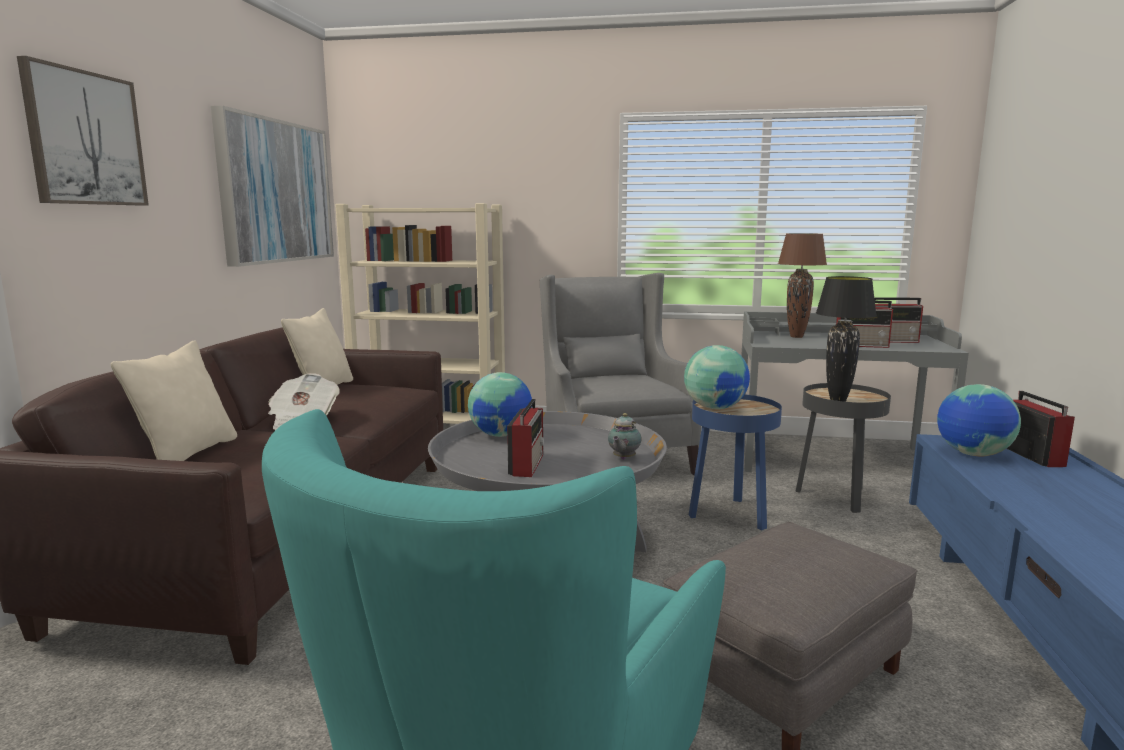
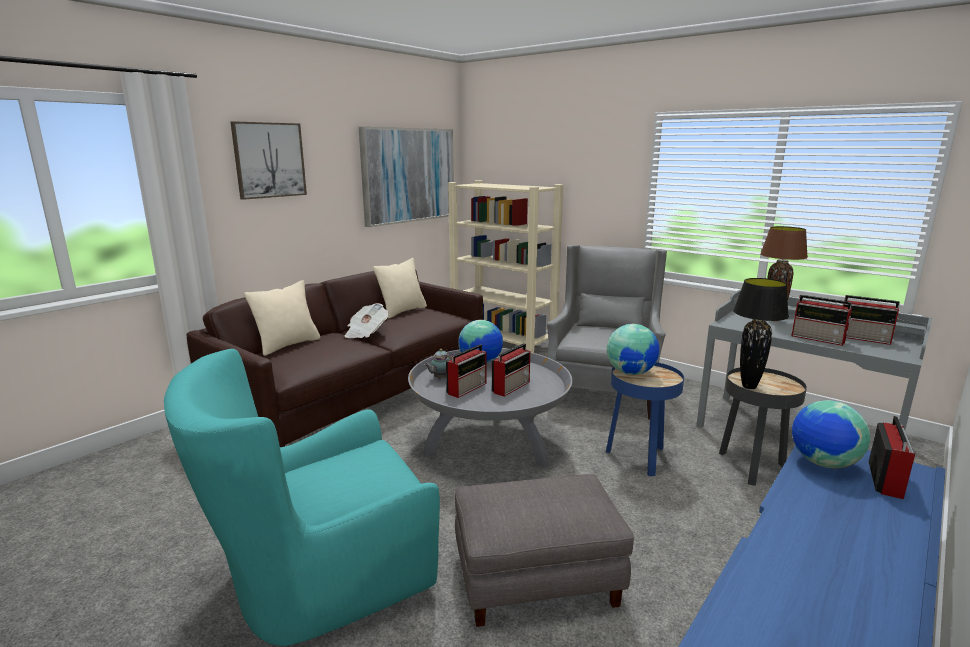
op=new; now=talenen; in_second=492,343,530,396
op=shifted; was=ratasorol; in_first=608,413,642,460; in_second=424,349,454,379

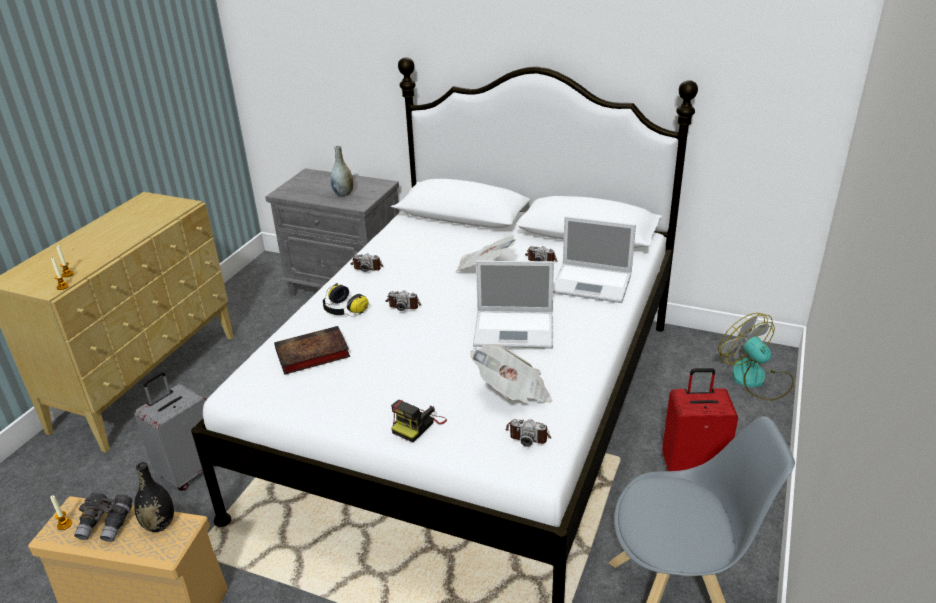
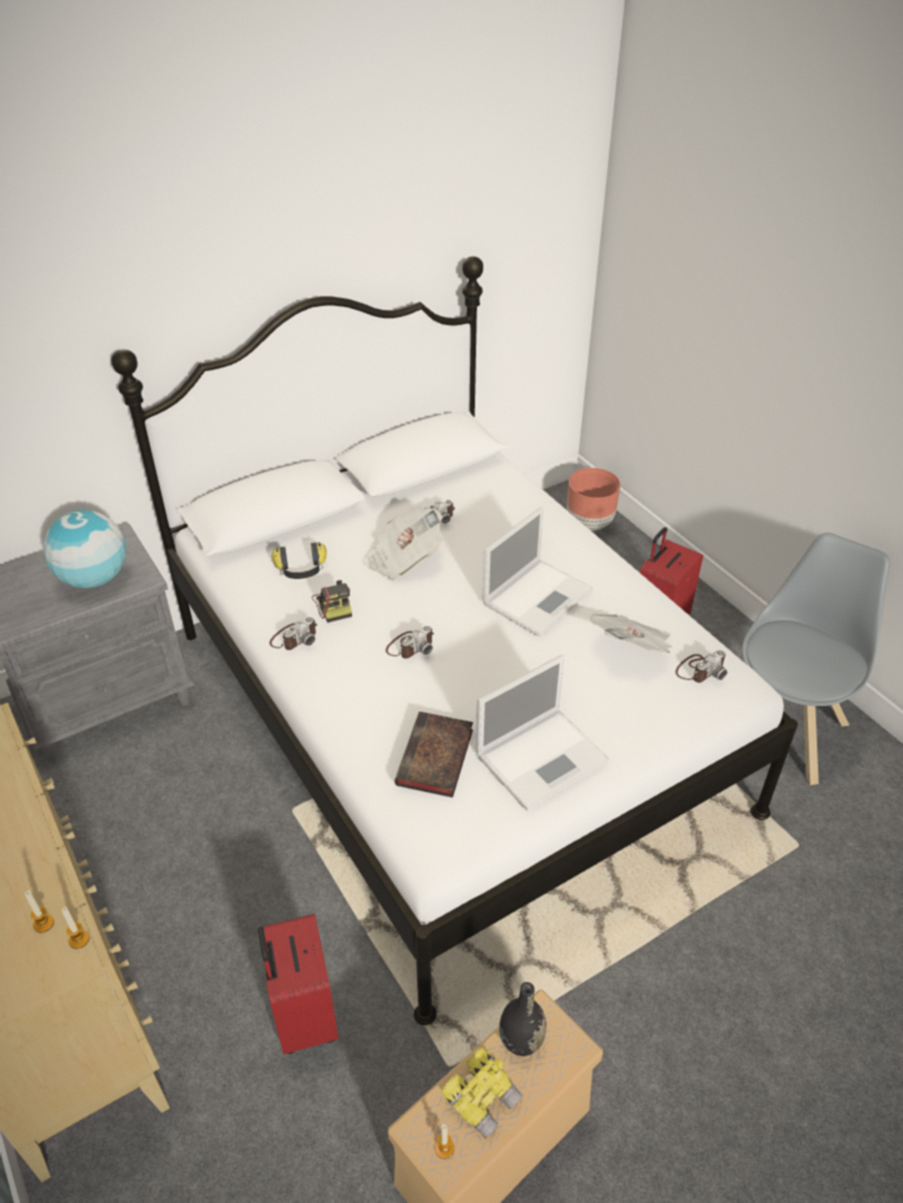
op=shifted; was=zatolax; in_first=323,283,369,317; in_second=272,542,327,579
op=shifted; was=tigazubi; in_first=391,400,447,443; in_second=312,580,352,623
op=shifted; was=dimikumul; in_first=553,216,636,303; in_second=476,655,610,811
op=swapped; was=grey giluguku; now=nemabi; in_first=331,146,353,197; in_second=43,510,126,588
op=swapped; was=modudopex; now=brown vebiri; in_first=718,313,794,401; in_second=567,468,620,531
op=repainted; was=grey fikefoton; now=yellow fikefoton; in_first=74,492,132,542; in_second=441,1047,522,1138
op=repainted; was=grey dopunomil; now=red dopunomil; in_first=134,372,215,491; in_second=258,914,339,1054

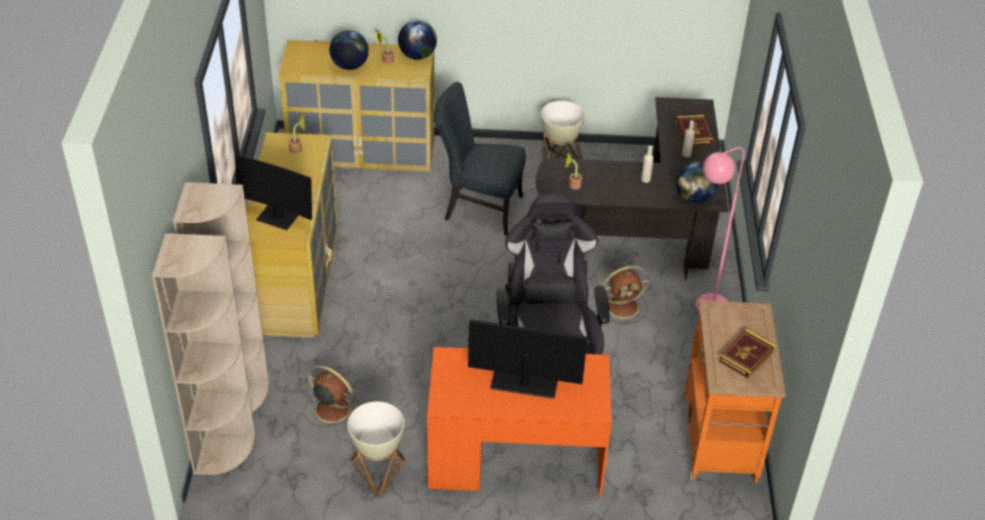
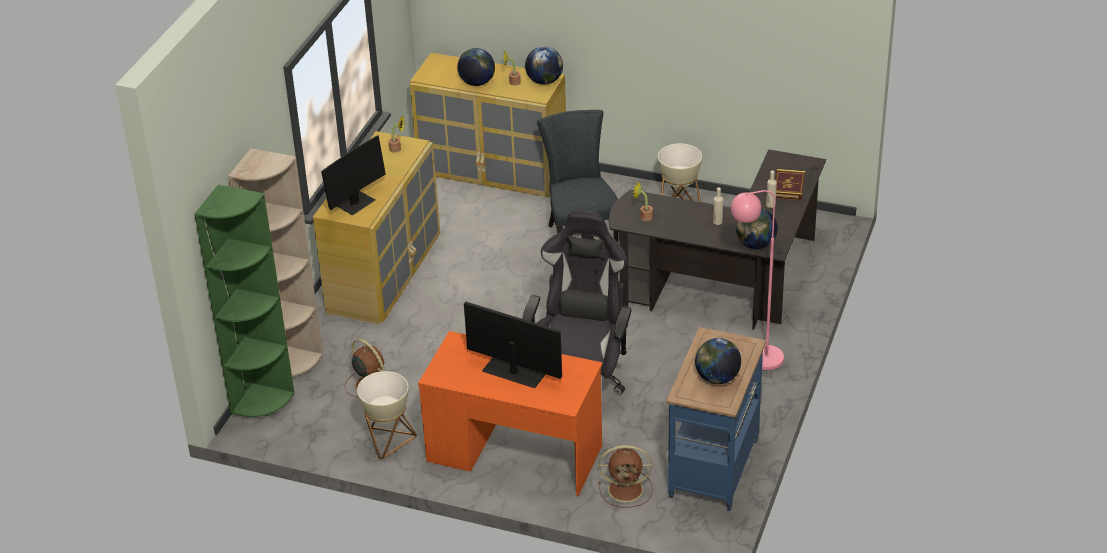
op=shifted; was=brown modudopex; in_first=603,266,649,324; in_second=598,445,653,508
op=swapped; was=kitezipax; now=nemabi; in_first=719,329,776,379; in_second=695,338,741,384
op=repainted; was=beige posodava; now=green posodava; in_first=152,233,255,475; in_second=195,185,294,417
op=repainted; was=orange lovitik; now=blue lovitik; in_first=684,299,786,482; in_second=666,327,766,511
op=rotated; was=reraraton; in_first=235,155,312,230; in_second=321,135,386,215; clockwise=-90
op=rotated; was=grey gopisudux; in_first=434,82,526,236; in_second=537,110,619,243; clockwise=45

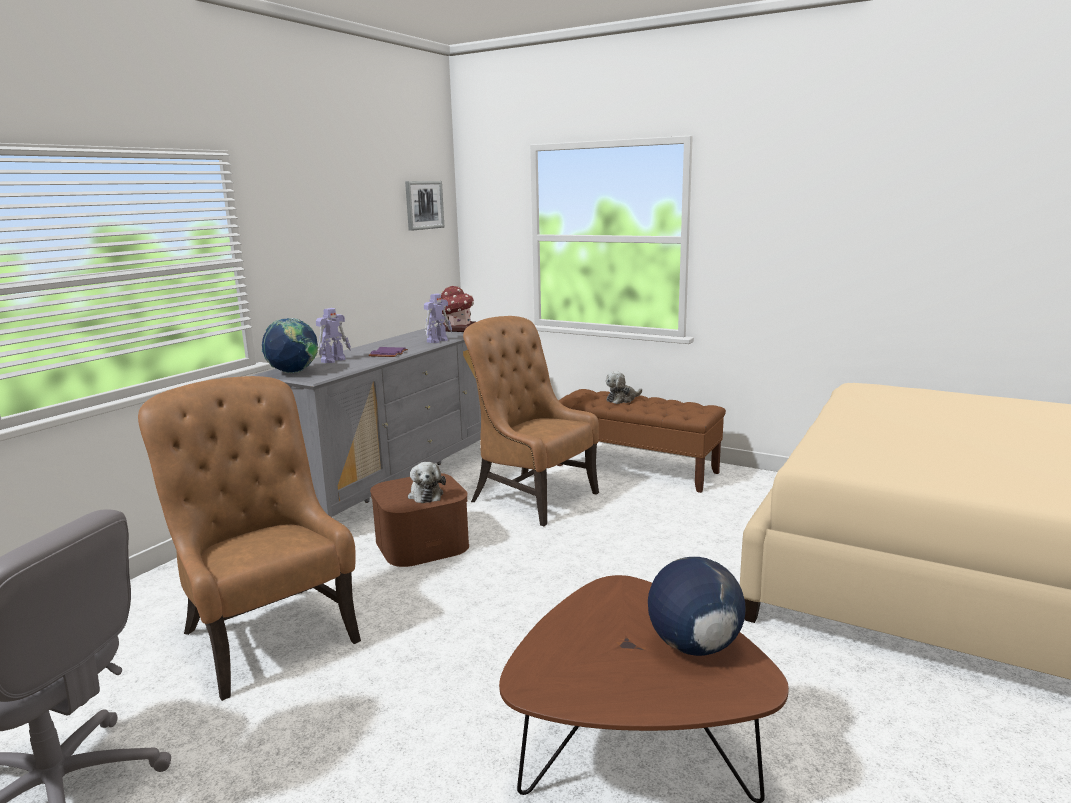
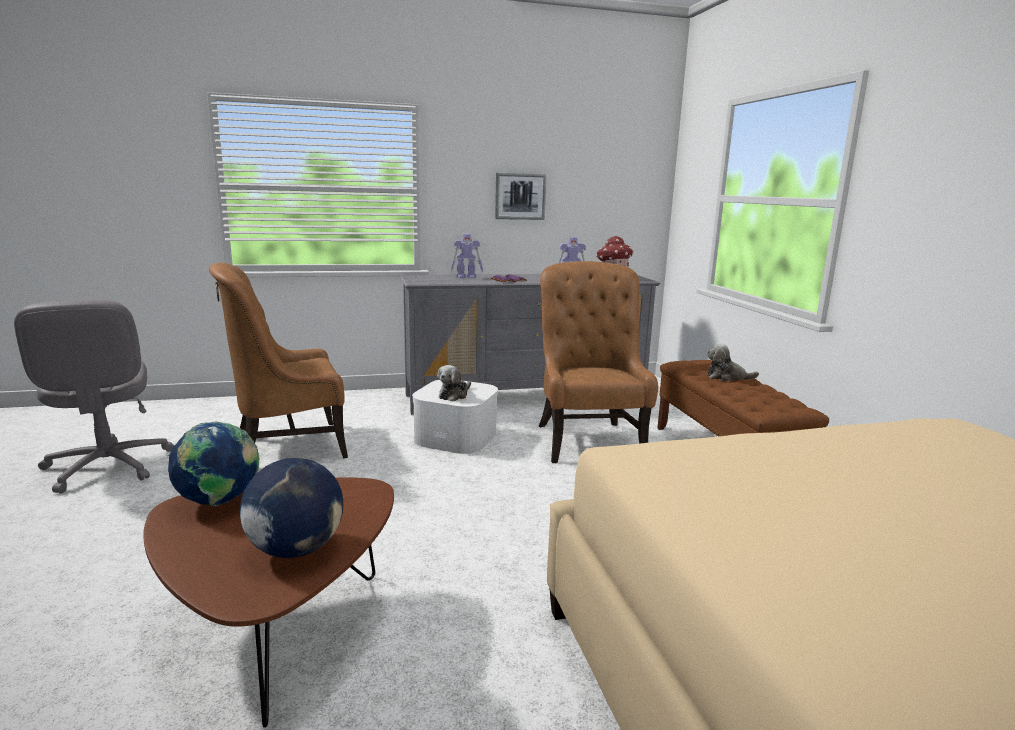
op=shifted; was=nemabi; in_first=261,318,318,374; in_second=167,421,260,506
op=shifted; was=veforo; in_first=405,181,444,231; in_second=495,173,547,220
op=repainted; was=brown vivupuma; now=white vivupuma; in_first=370,473,469,567; in_second=412,380,498,454
op=rotated; was=brown gopisudux; in_first=138,376,361,701; in_second=209,262,348,458; clockwise=-120

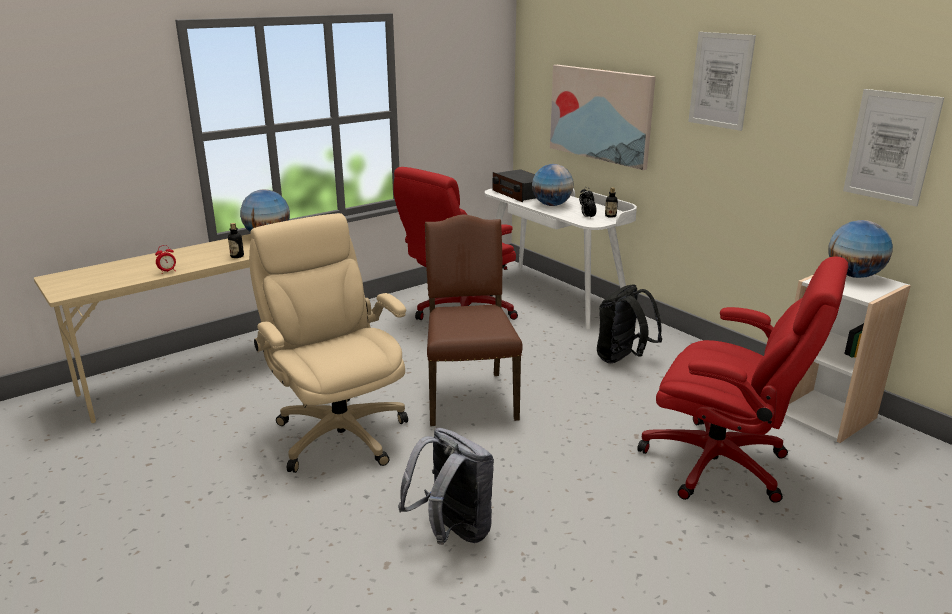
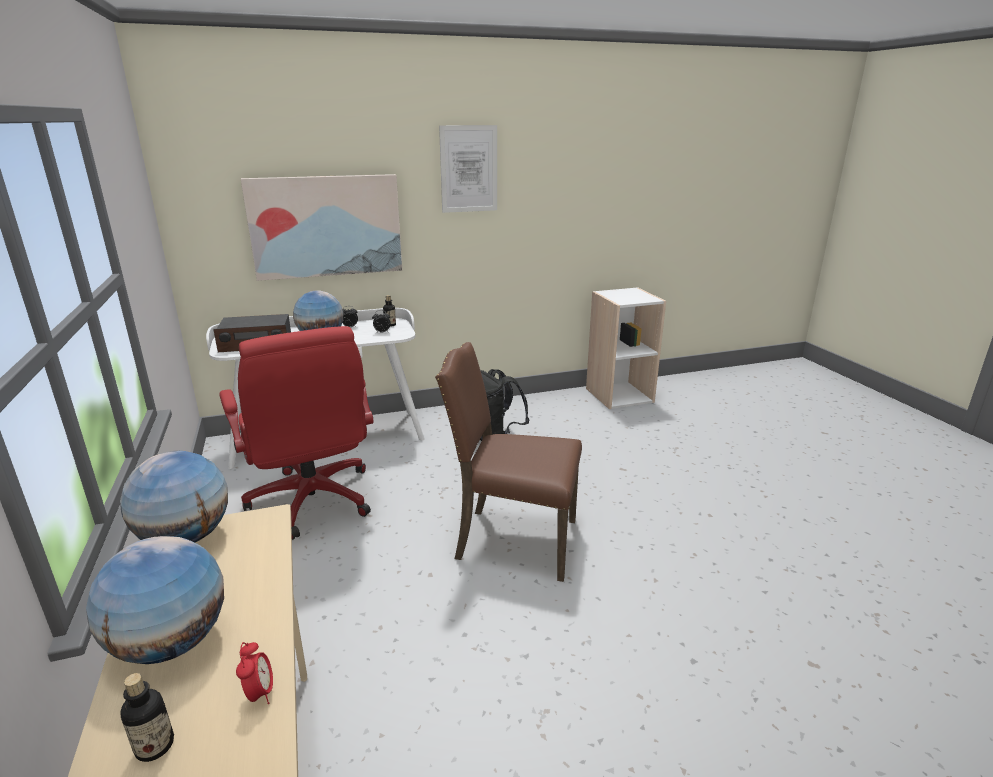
op=gone; was=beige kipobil; in_first=249,213,408,473
op=gone; was=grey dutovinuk; in_first=398,428,494,545
op=gone; was=red kipobil; in_first=637,257,848,503
op=gone; was=veforo; in_first=843,89,944,207
op=shifted; was=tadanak; in_first=228,223,244,258; in_second=121,673,174,762
op=shifted; was=nemabi; in_first=828,220,893,278; in_second=86,536,224,664

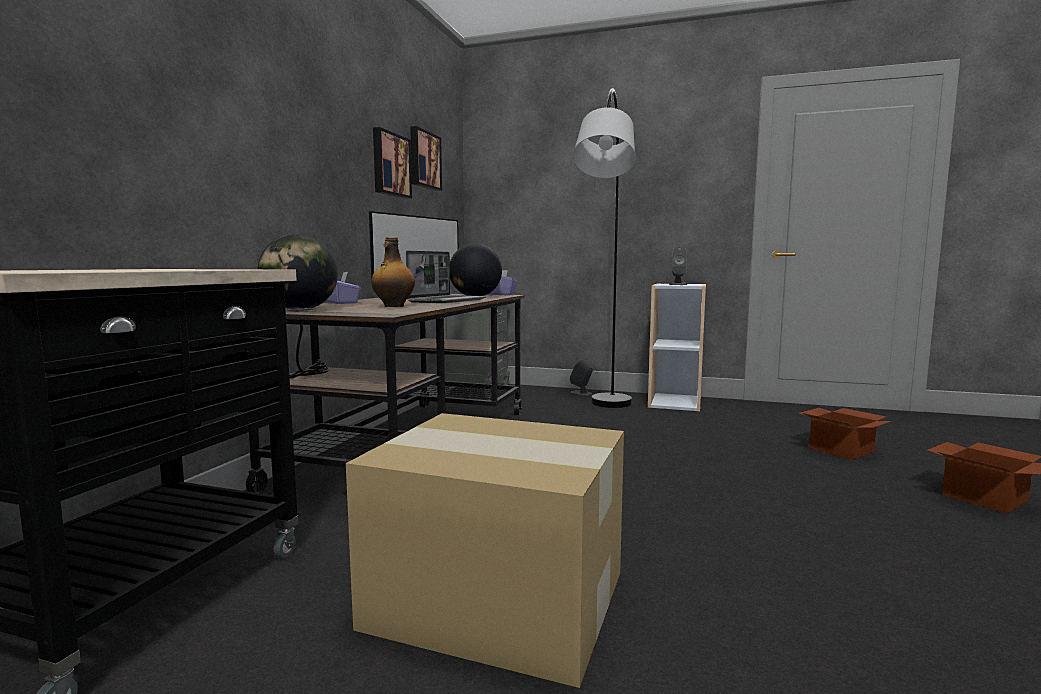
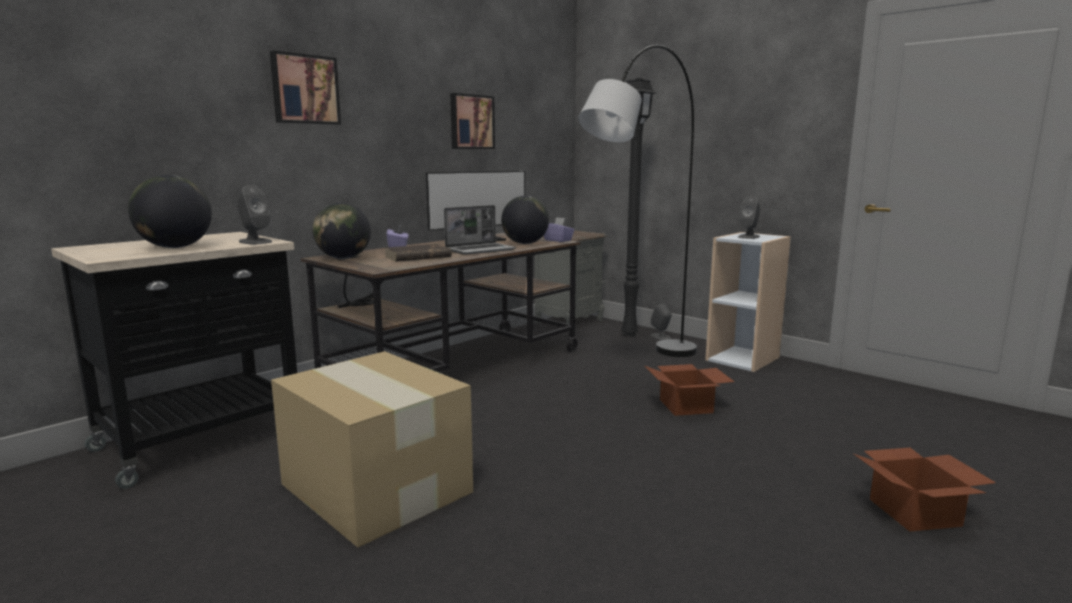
op=new; now=nemabi; in_second=128,175,212,248
op=new; now=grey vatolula; in_second=236,185,272,244
op=new; now=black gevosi; in_second=621,78,656,337
op=shifted; was=veforo; in_first=410,126,442,191; in_second=270,50,341,125
op=shifted; was=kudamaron; in_first=799,408,892,460; in_second=645,364,735,416
op=swapped; was=tadanak; now=brown kitezipax; in_first=371,237,415,307; in_second=384,244,452,262

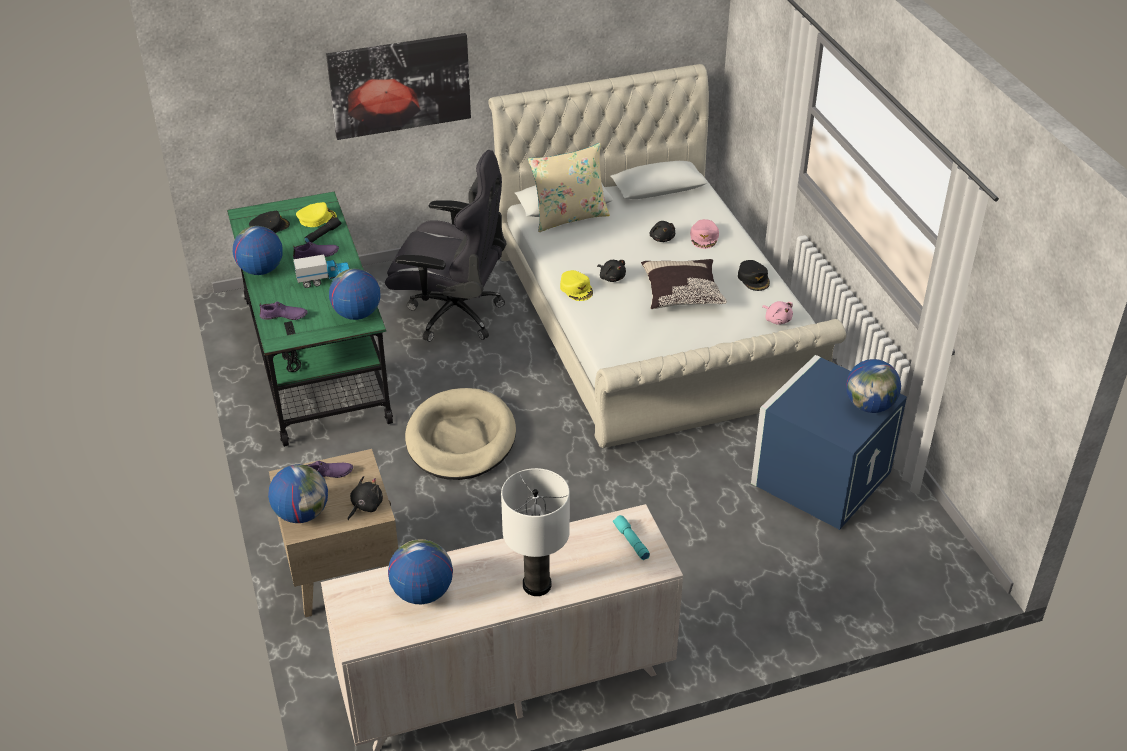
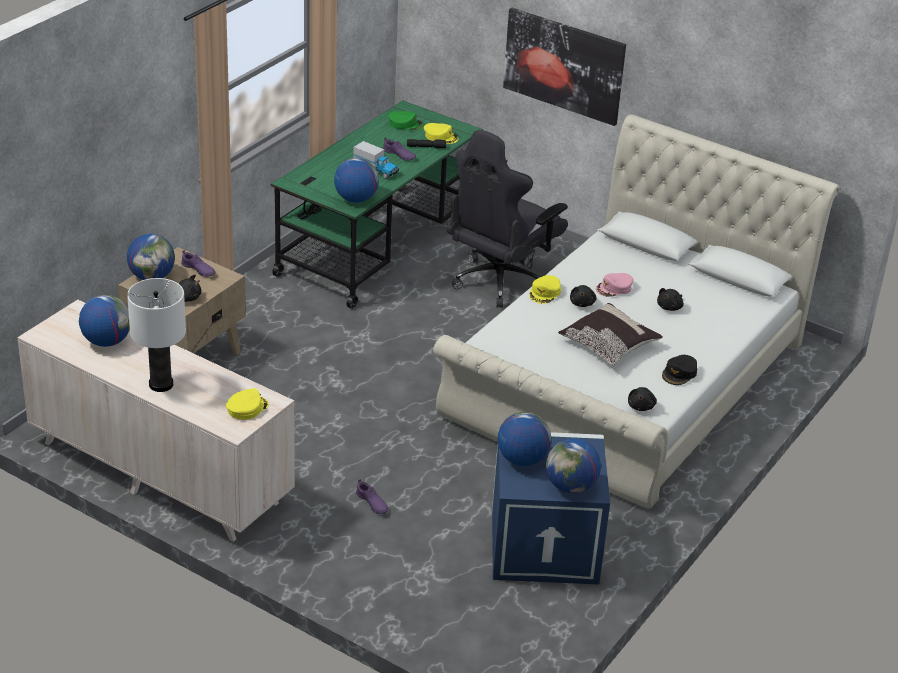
op=gone; was=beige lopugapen; in_first=405,388,516,480
op=gone; was=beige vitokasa; in_first=528,143,610,232
op=shifted; was=nemabi; in_first=233,226,283,275; in_second=497,412,552,466
op=shifted; was=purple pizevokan; in_first=260,302,308,320; in_second=356,479,388,514
op=shifted; was=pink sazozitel; in_first=690,219,719,249; in_second=596,273,634,297
op=swapped; was=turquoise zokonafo; now=yellow sazozitel; in_first=613,515,650,560; in_second=226,388,269,420
op=repainted; was=black sazozitel; now=green sazozitel; in_first=249,211,290,234; in_second=388,111,423,131
op=repainted; was=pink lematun; now=black lematun; in_first=762,301,793,325; in_second=628,387,657,411
op=rotated; was=black kipobil; in_first=385,150,506,342; in_second=447,130,568,308; clockwise=60

